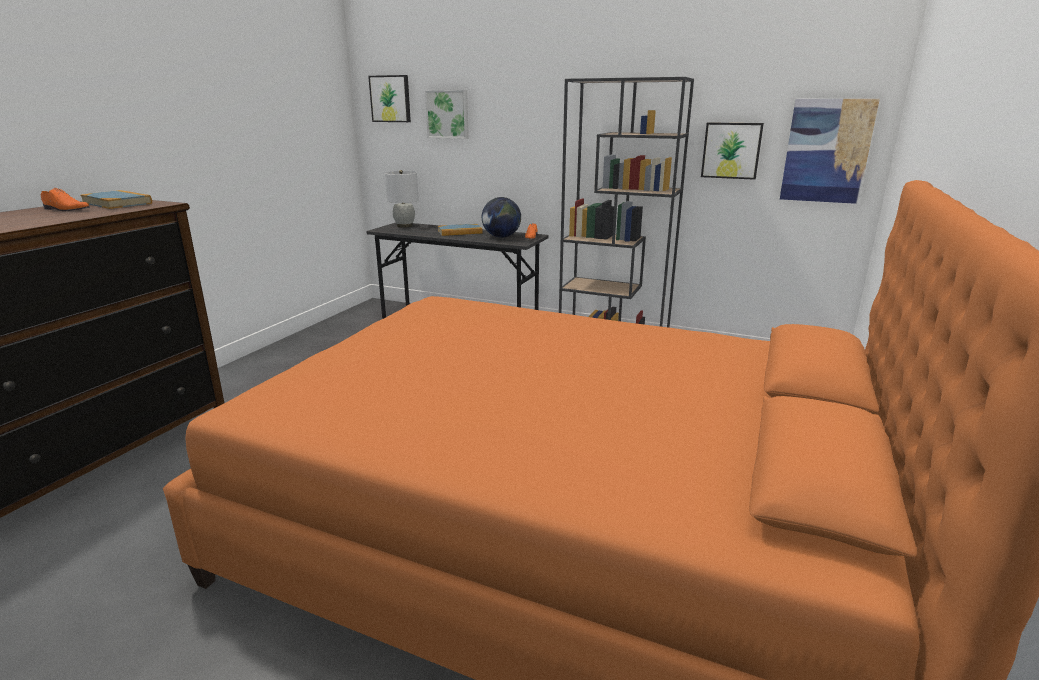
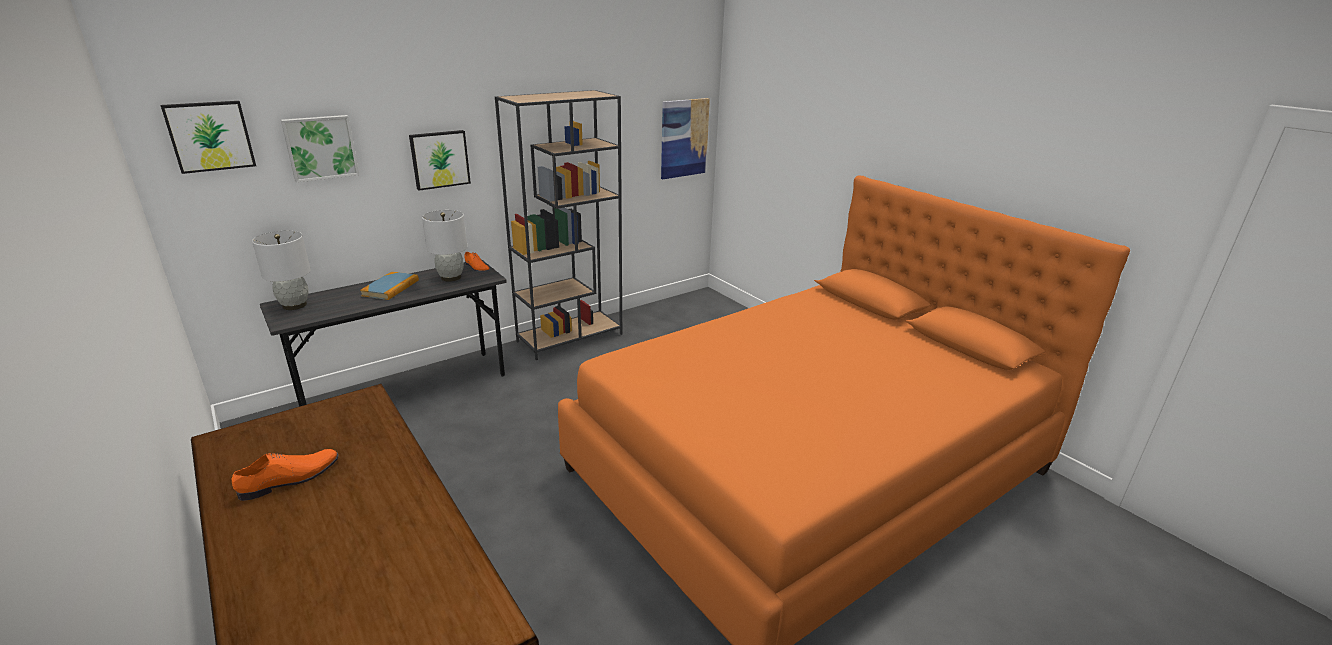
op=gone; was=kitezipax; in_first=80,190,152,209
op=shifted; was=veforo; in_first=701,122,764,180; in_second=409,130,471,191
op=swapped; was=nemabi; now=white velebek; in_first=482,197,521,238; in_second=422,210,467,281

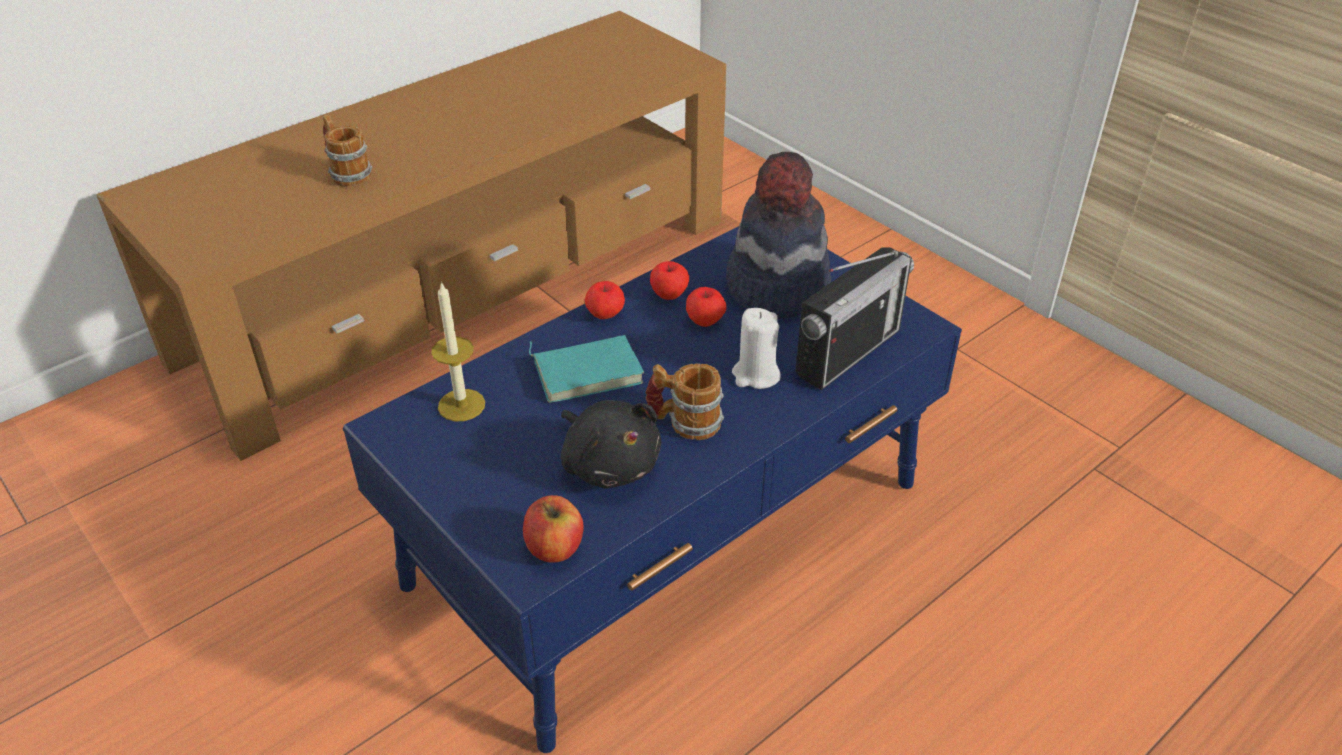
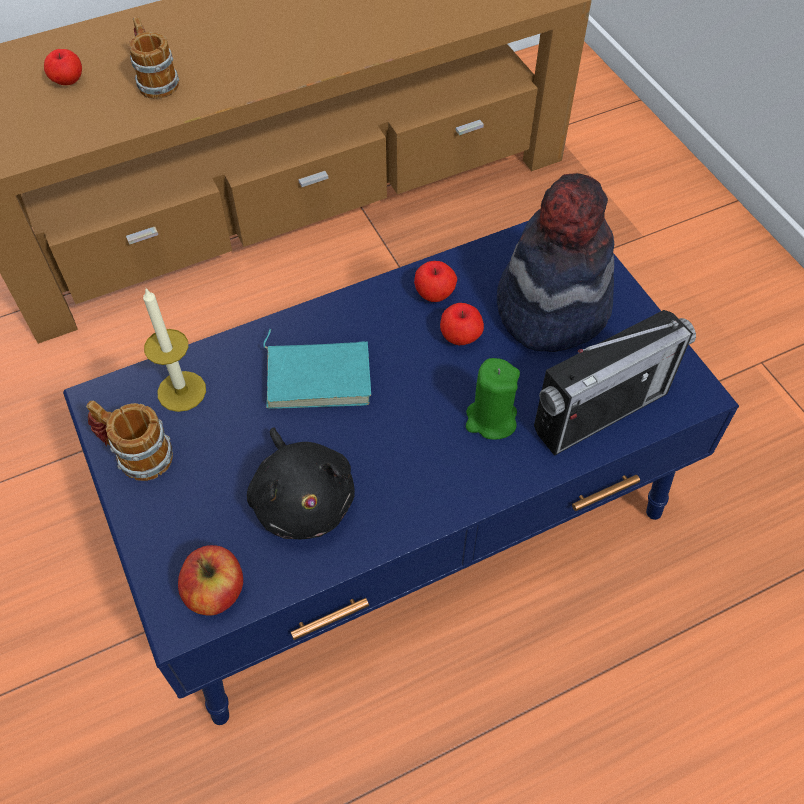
op=shifted; was=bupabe; in_first=585,281,625,319; in_second=44,49,82,85
op=shifted; was=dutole; in_first=645,363,724,440; in_second=86,401,173,481
op=repainted; was=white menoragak; now=green menoragak; in_first=732,308,781,389; in_second=466,358,520,440

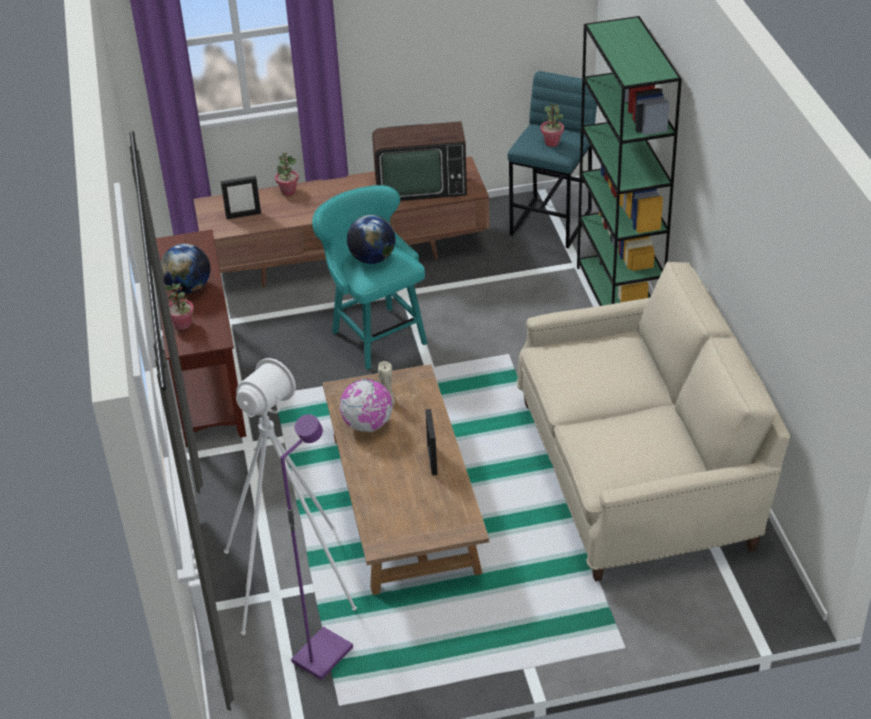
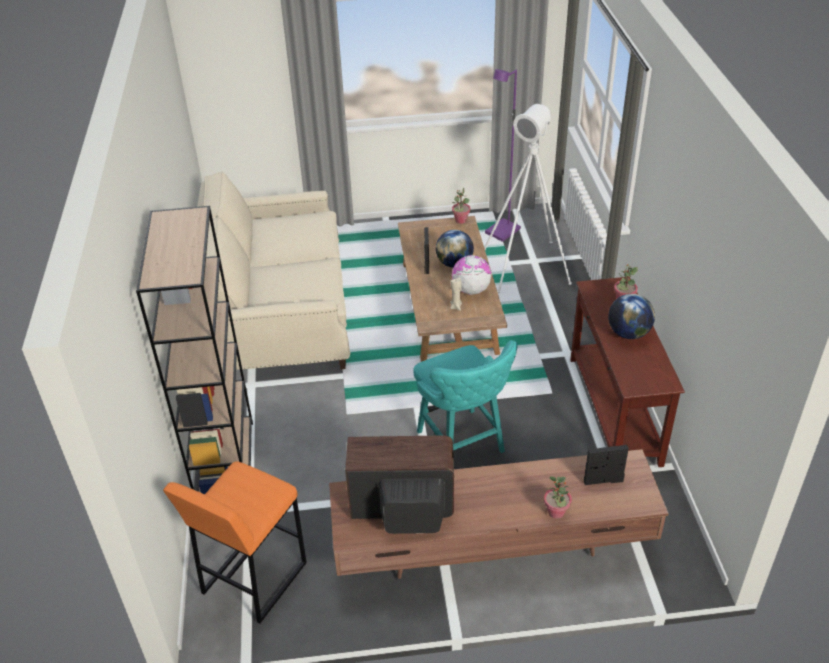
op=shifted; was=nemabi; in_first=347,215,396,264; in_second=436,230,474,268
op=shifted; was=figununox; in_first=540,103,564,147; in_second=452,187,470,224
op=repainted; was=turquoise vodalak; now=orange vodalak; in_first=508,71,597,249; in_second=163,461,307,624
op=repainted; was=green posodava; now=beige posodava; in_first=577,16,682,306; in_second=136,206,253,494

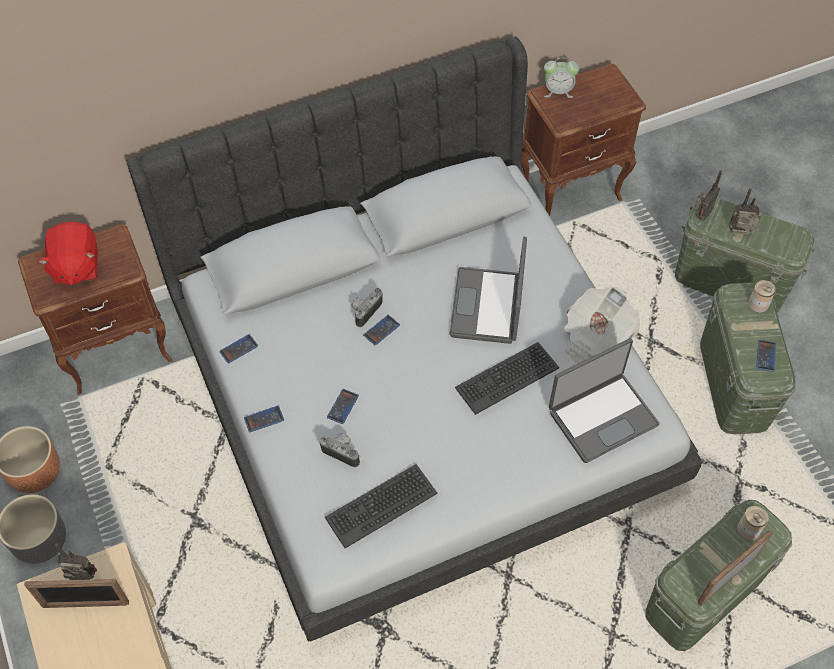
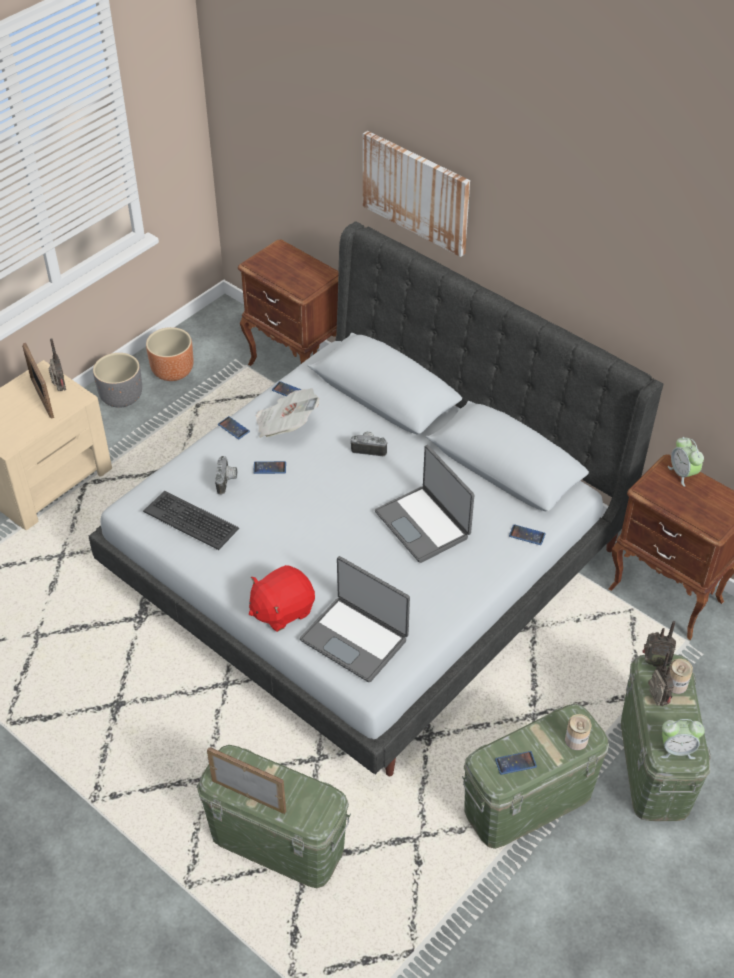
op=gone; was=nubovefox; in_first=455,342,559,415
op=new; now=veforo; in_second=363,131,470,257
op=new; now=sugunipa; in_second=661,719,705,759
op=shifted; was=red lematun; in_first=38,222,98,285; in_second=249,565,315,632
op=shifted; was=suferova; in_first=363,315,400,346; in_second=509,524,546,545
op=shifted; was=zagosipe; in_first=564,287,640,363; in_second=256,388,319,438
op=shifted; was=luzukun; in_first=737,506,768,540; in_second=670,659,693,694
op=rotated; was=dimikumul; in_first=450,237,527,344; in_second=375,445,474,563; clockwise=-105

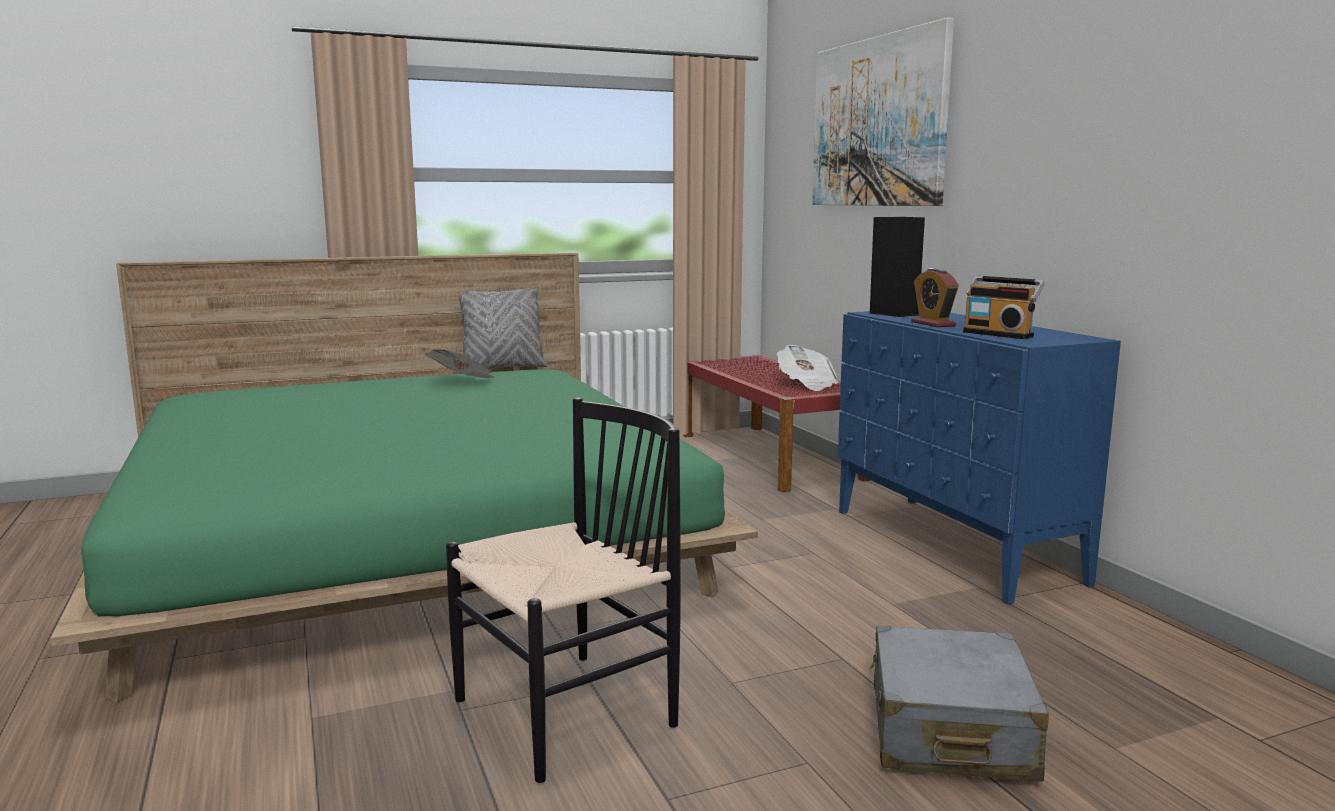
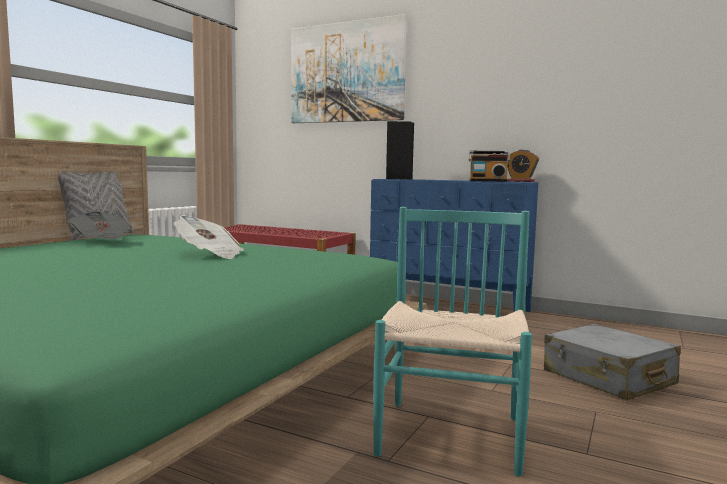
op=shifted; was=zagosipe; in_first=777,345,839,391; in_second=174,215,244,259
op=shifted; was=sugunipa; in_first=911,268,959,327; in_second=507,149,539,182
op=repainted; was=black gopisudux; now=turquoise gopisudux; in_first=446,398,681,783; in_second=373,207,532,477

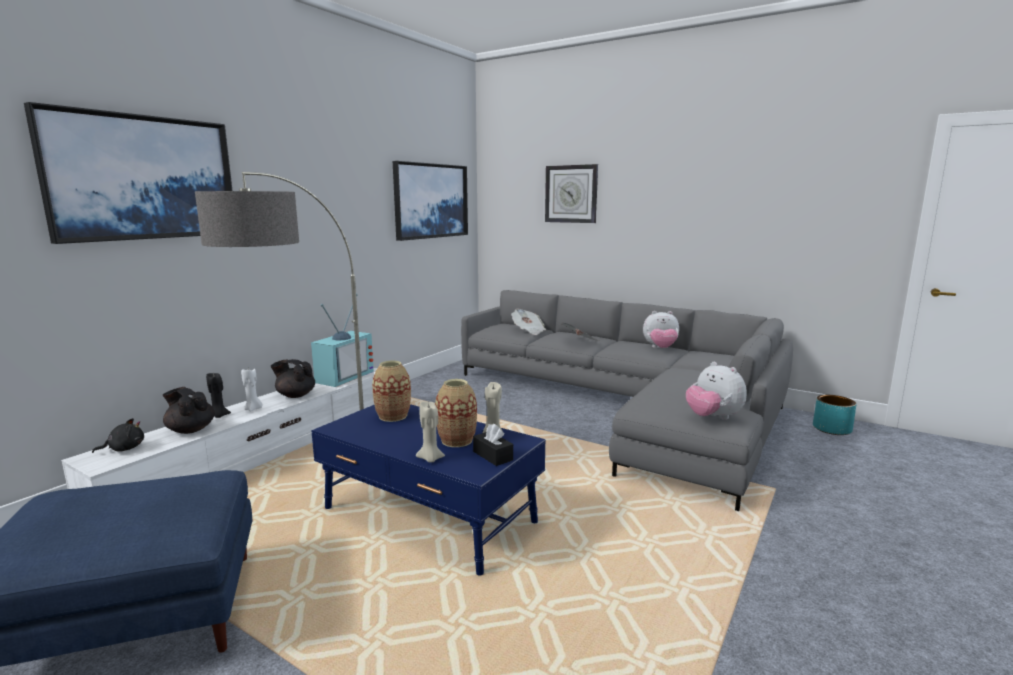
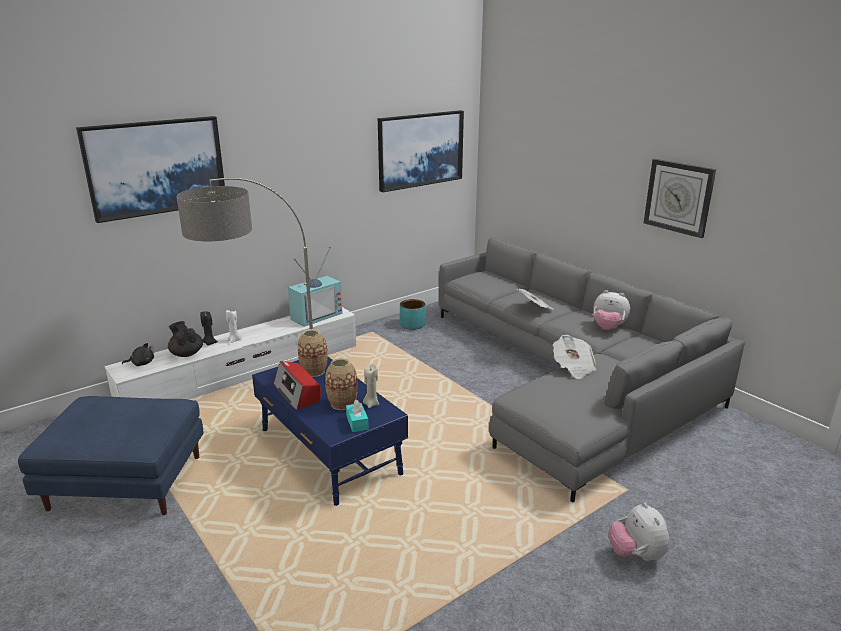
op=gone; was=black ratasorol; in_first=271,359,315,398
op=gone; was=beige menoragak; in_first=416,402,445,462
op=new; now=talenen; in_second=274,361,321,411
op=shifted; was=zagosipe; in_first=511,309,546,335; in_second=553,335,597,379
op=shifted; was=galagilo; in_first=545,164,598,223; in_second=644,159,716,238
op=shifted; was=lematun; in_first=686,362,747,420; in_second=608,502,669,561
op=shifted; was=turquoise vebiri; in_first=813,395,857,435; in_second=400,299,426,330
op=repainted; was=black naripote; now=turquoise naripote; in_first=473,424,513,466; in_second=346,400,369,432

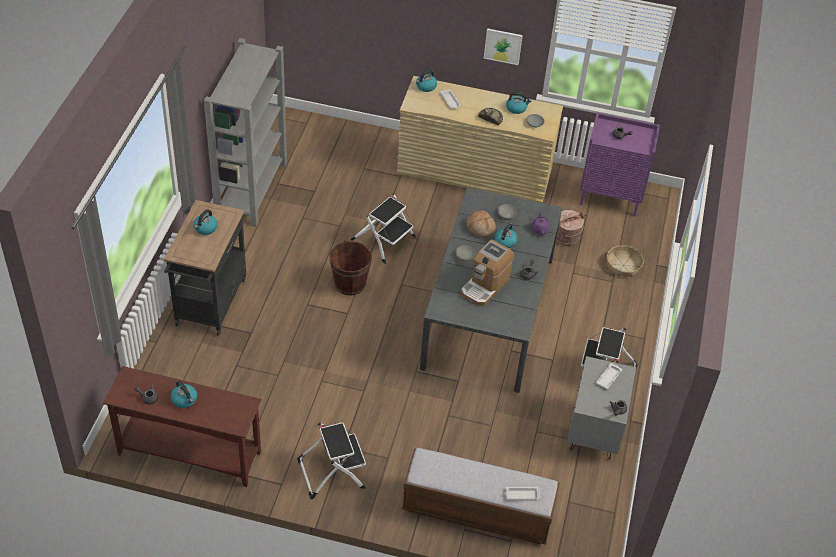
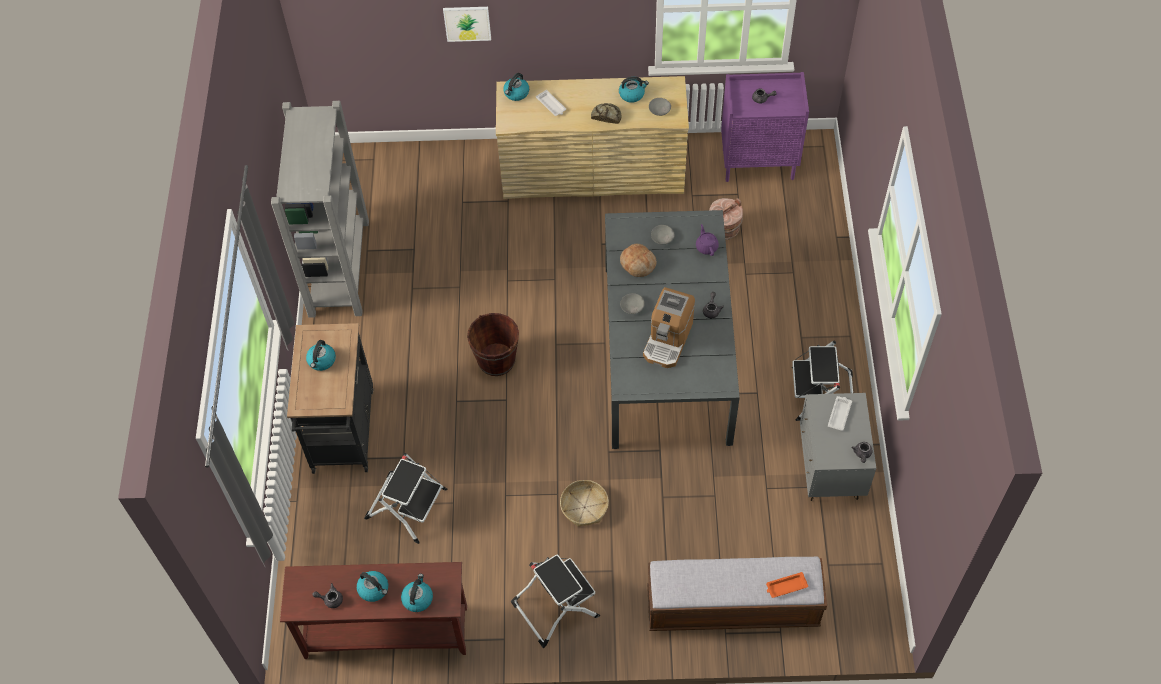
op=shifted; was=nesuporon; in_first=350,194,416,264; in_second=364,453,447,544
op=shifted; was=veforo; in_first=484,28,523,65; in_second=443,7,491,42
op=shifted; was=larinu; in_first=494,223,517,248; in_second=401,574,433,612
op=shifted; was=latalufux; in_first=607,245,644,277; in_second=560,480,609,527
op=repainted; was=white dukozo; now=orange dukozo; in_first=504,487,540,500; in_second=766,572,808,598

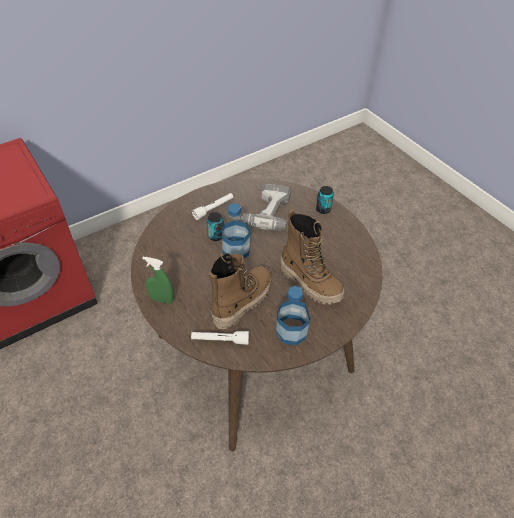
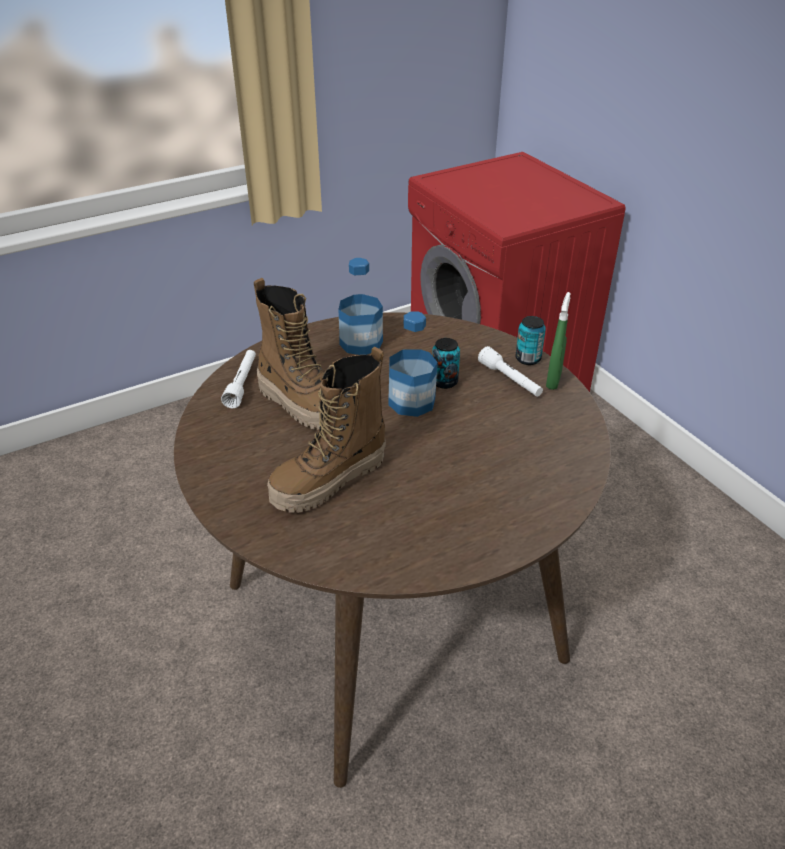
op=gone; was=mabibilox; in_first=230,184,291,231
op=shifted; was=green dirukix; in_first=142,257,174,304; in_second=546,292,571,390
op=shifted; was=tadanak; in_first=276,286,310,345; in_second=339,258,383,355
op=shifted; was=luzukun; in_first=316,186,334,214; in_second=516,316,546,365

